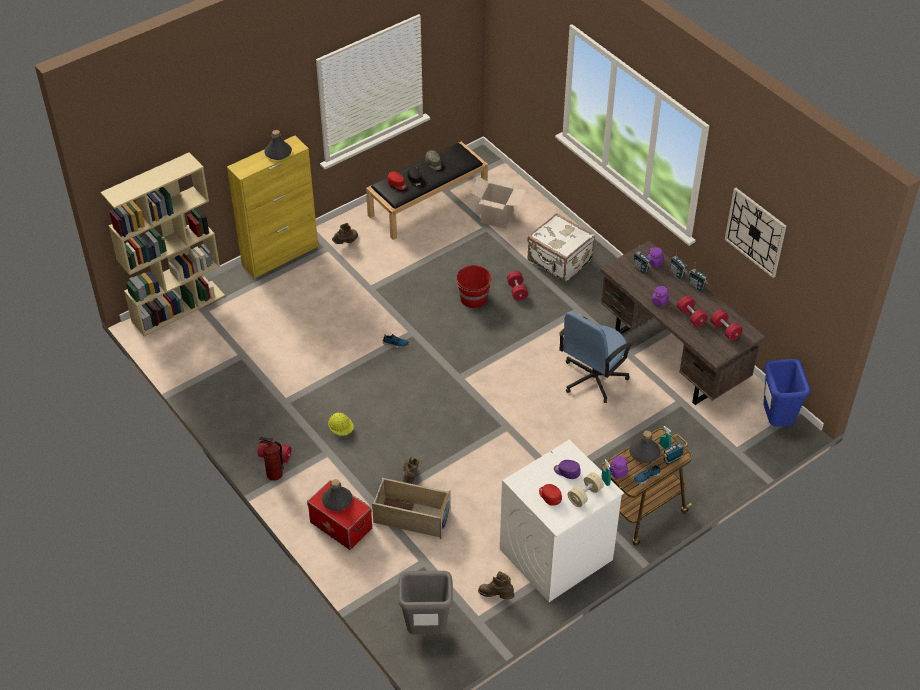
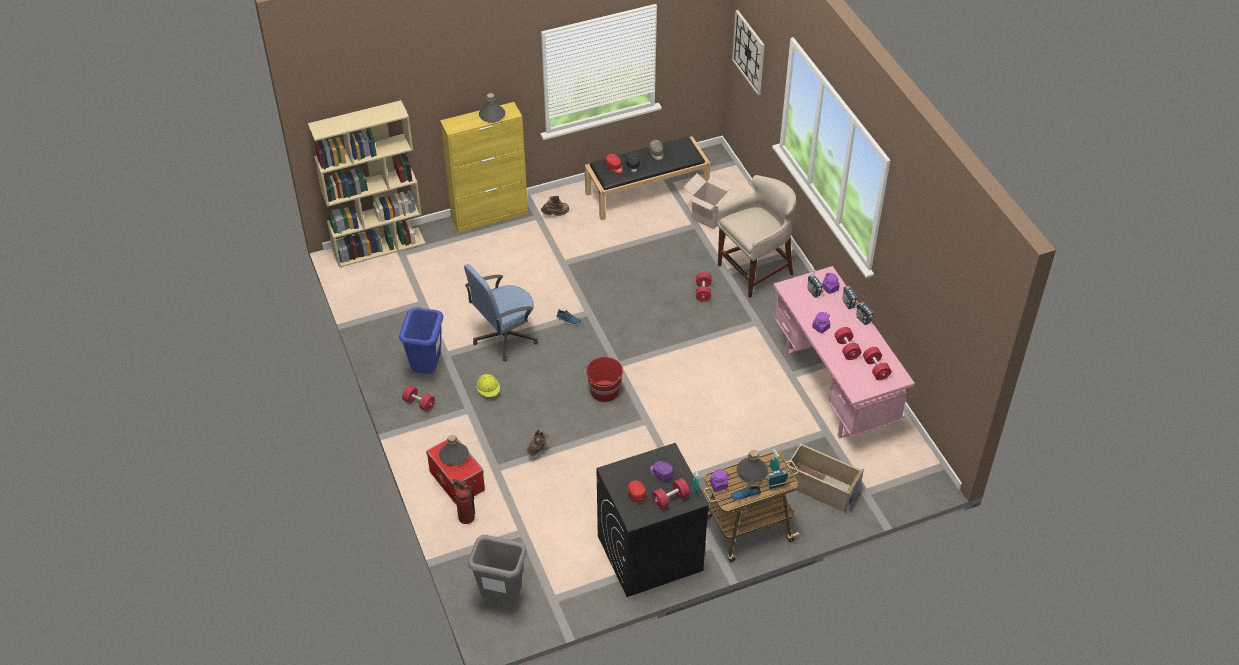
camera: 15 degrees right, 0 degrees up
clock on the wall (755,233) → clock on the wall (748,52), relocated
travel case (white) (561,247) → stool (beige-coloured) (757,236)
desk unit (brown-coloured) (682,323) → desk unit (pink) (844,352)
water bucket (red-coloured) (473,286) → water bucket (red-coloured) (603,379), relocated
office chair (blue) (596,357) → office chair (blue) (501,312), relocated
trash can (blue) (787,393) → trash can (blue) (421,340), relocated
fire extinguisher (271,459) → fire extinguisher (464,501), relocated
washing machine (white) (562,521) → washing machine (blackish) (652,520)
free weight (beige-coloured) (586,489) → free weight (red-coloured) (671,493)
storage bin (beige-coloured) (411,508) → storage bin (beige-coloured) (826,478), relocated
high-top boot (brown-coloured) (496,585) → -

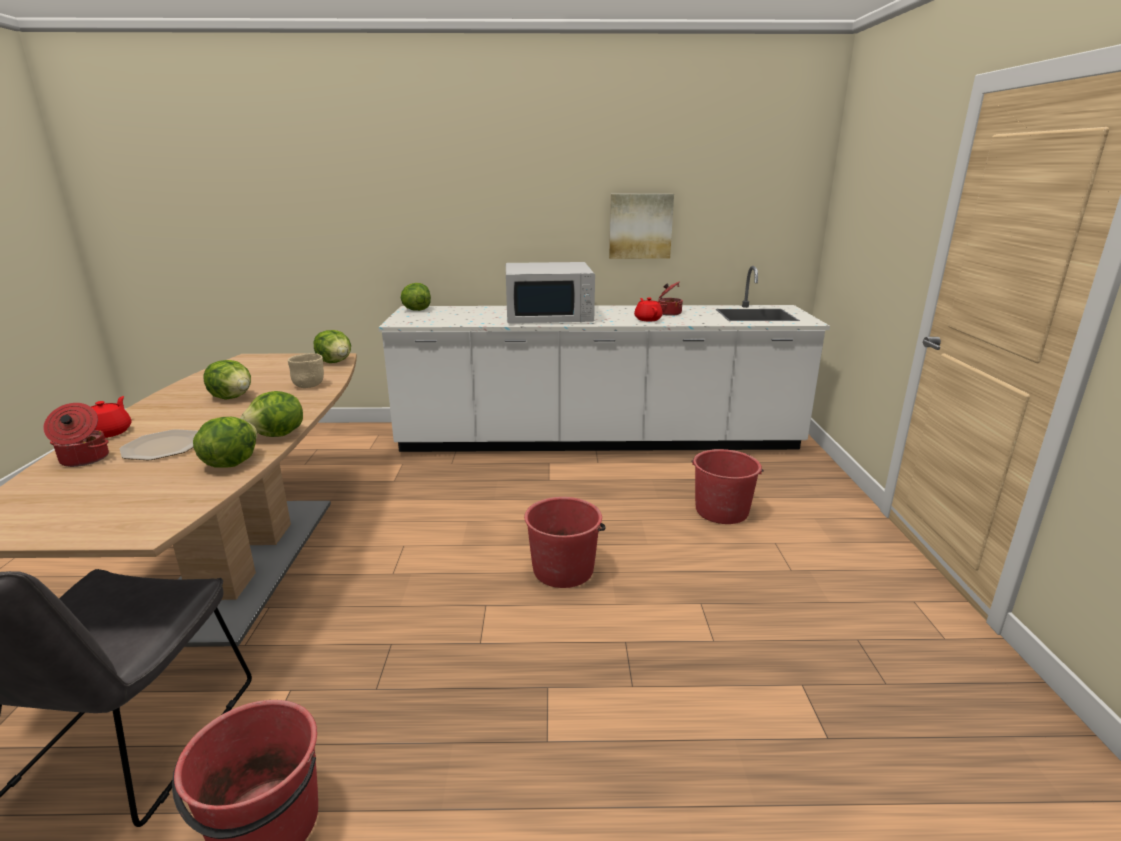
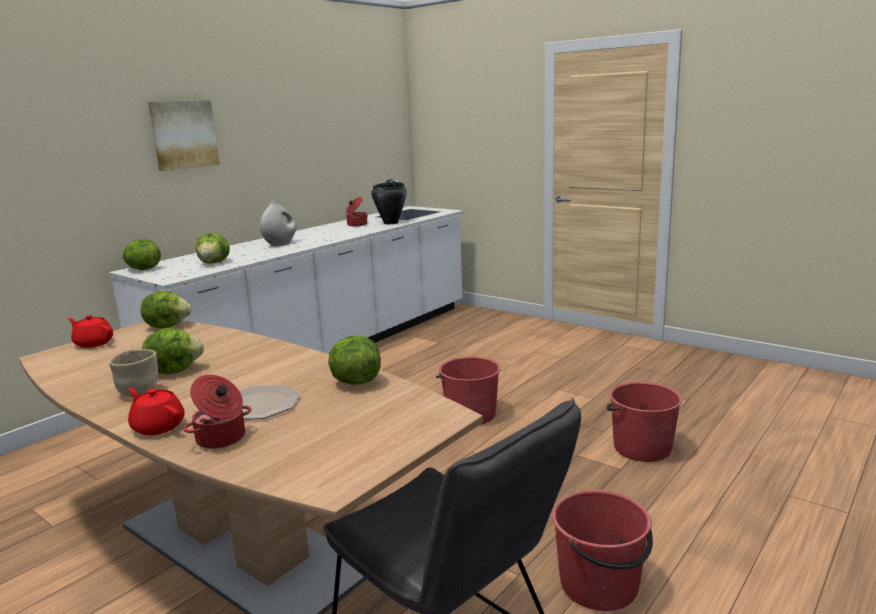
camera: 50 degrees left, 5 degrees down
picture (641,226) → picture (184,135), relocated
microwave oven (white) (550,292) → decorative vase (white) (278,223)
tea pot (red-coloured) (648,310) → tea pot (red-coloured) (90,331), relocated
serving bowl (beige-coloured) (306,370) → serving bowl (beige-coloured) (133,373), relocated
lettuce (271,414) → lettuce (213,248), relocated
water bucket (red-coloured) (728,486) → water bucket (red-coloured) (645,422), relocated
- → stockpot (blackish) (389,203)

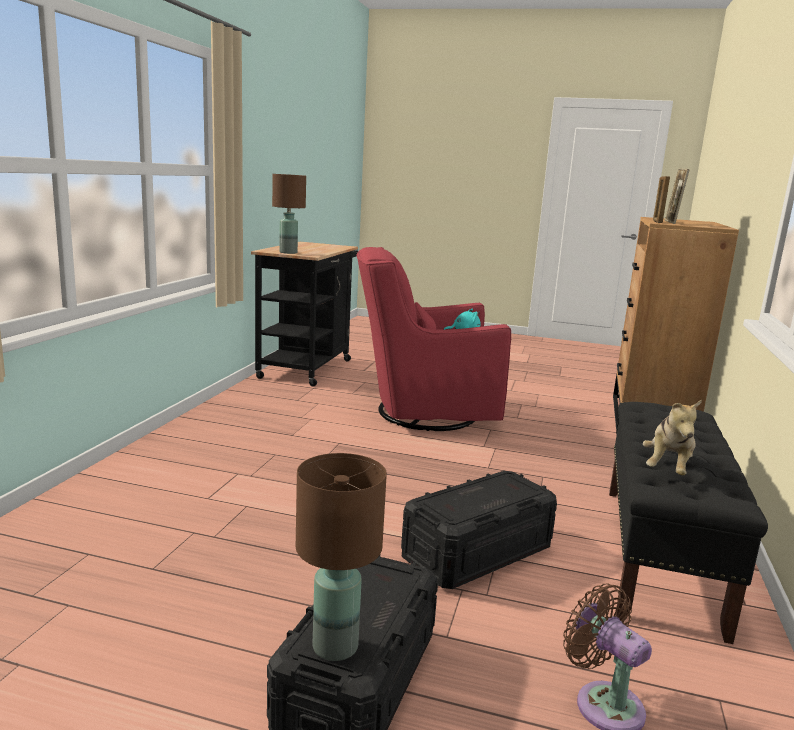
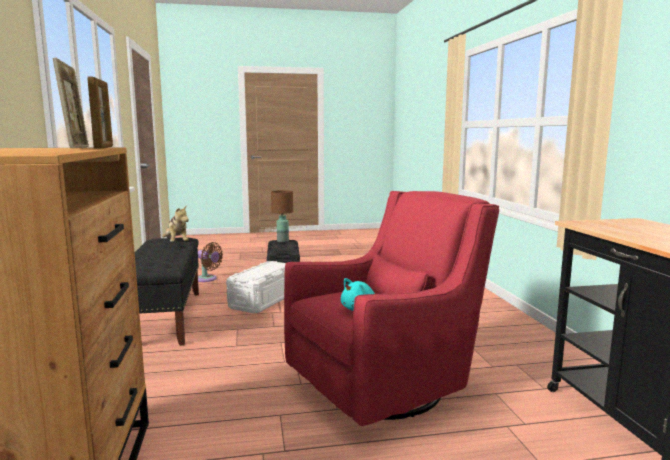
camera: 155 degrees right, 5 degrees down
table lamp (brown-coloured) (289,214) → -
soft toy (672,437) → soft toy (175,224), 150 degrees clockwise
storage bin (blackish) (479,530) → storage bin (white) (256,287)

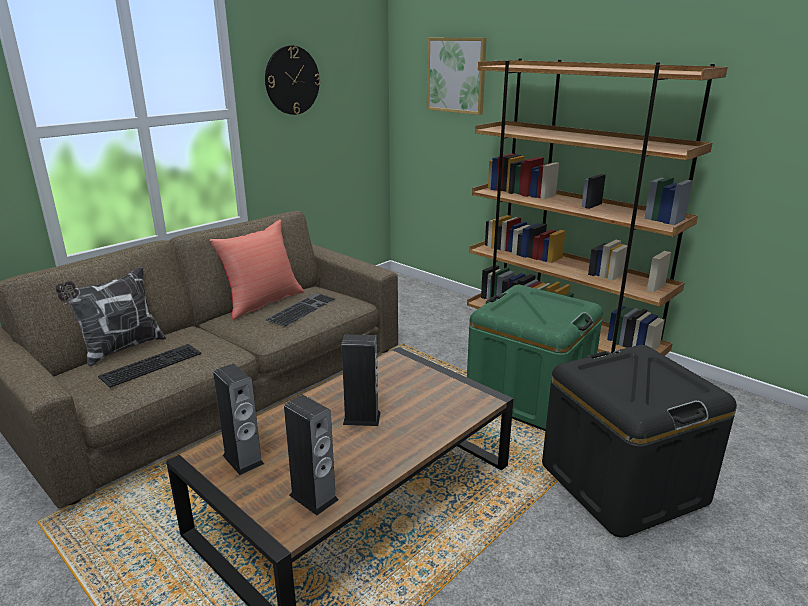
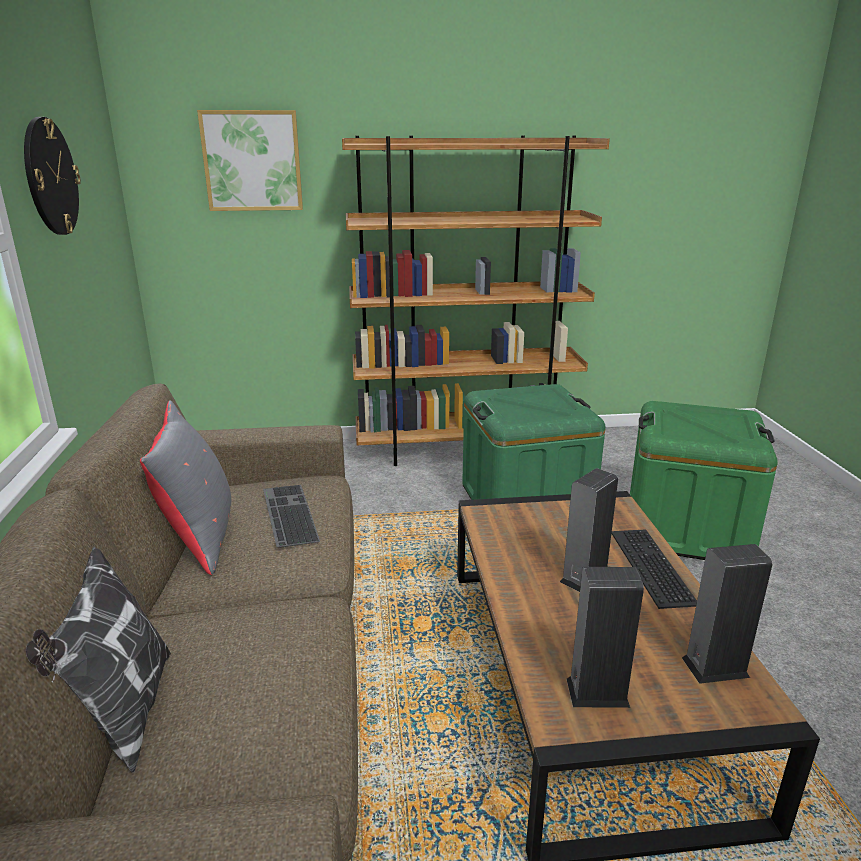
camera: 50 degrees left, 0 degrees up
pillow (red-coloured) (256,270) → pillow (grey) (185,487)
computer keyboard (149,366) → computer keyboard (654,569), relocated
storage bin (blackish) (639,441) → storage bin (green) (704,480)

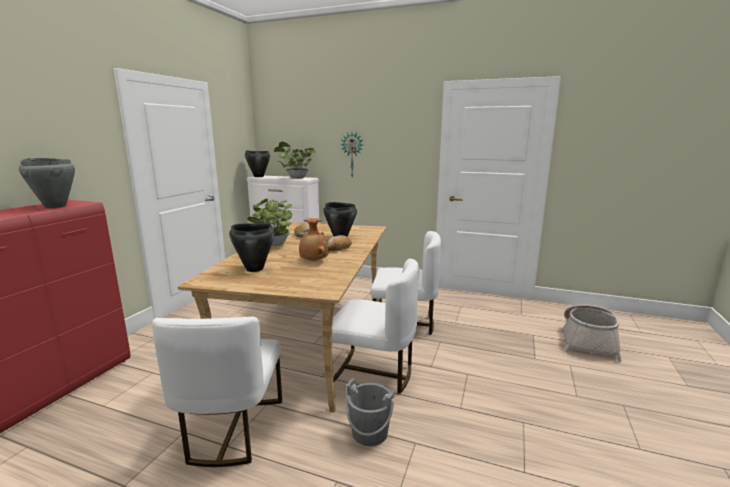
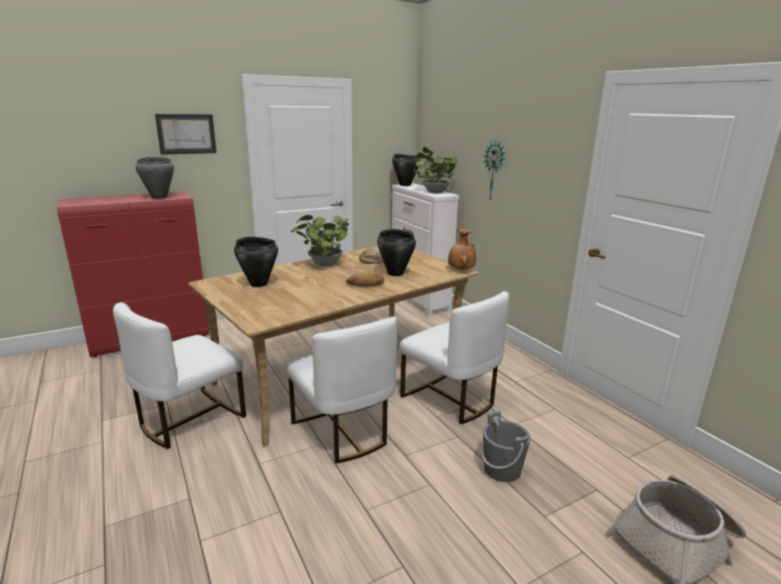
camera: 40 degrees right, 5 degrees up
decorative vase (brown-coloured) (314,239) → decorative vase (brown-coloured) (462,249), relocated
water bucket (grey) (370,412) → water bucket (grey) (506,446), relocated
- → picture (185,134)

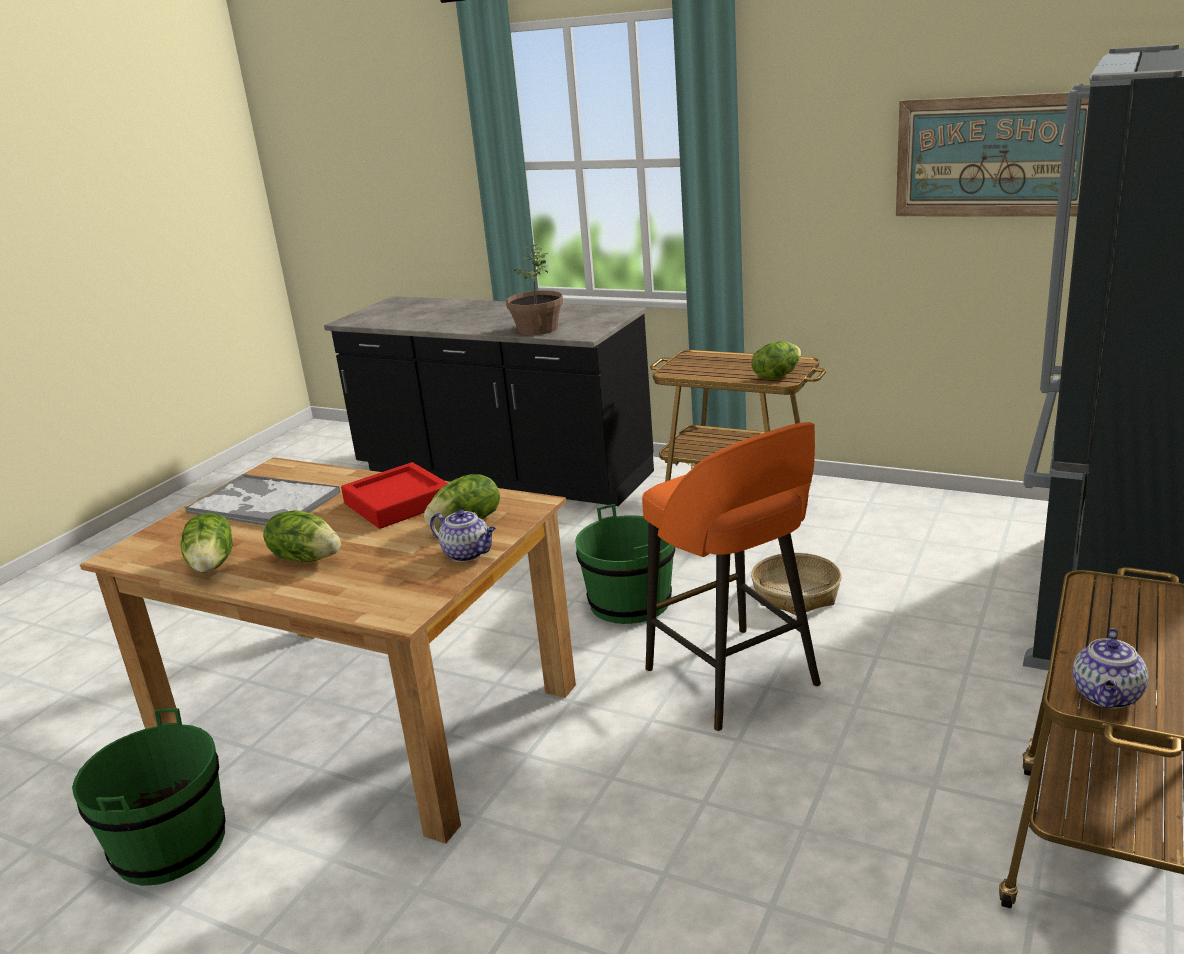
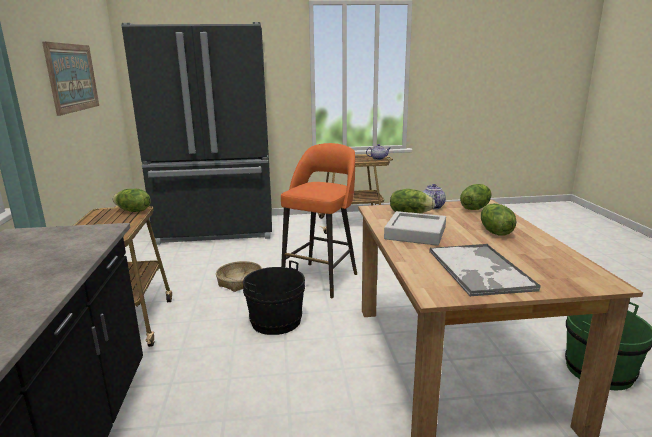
camera: 125 degrees left, 5 degrees down
plant in a pot (534,289) → -
carrying tray (red-coloured) (394,495) → carrying tray (grey) (415,228)
water bucket (green) (625,564) → water bucket (blackish) (274,297)
lettuce (207,543) → lettuce (475,197), relocated

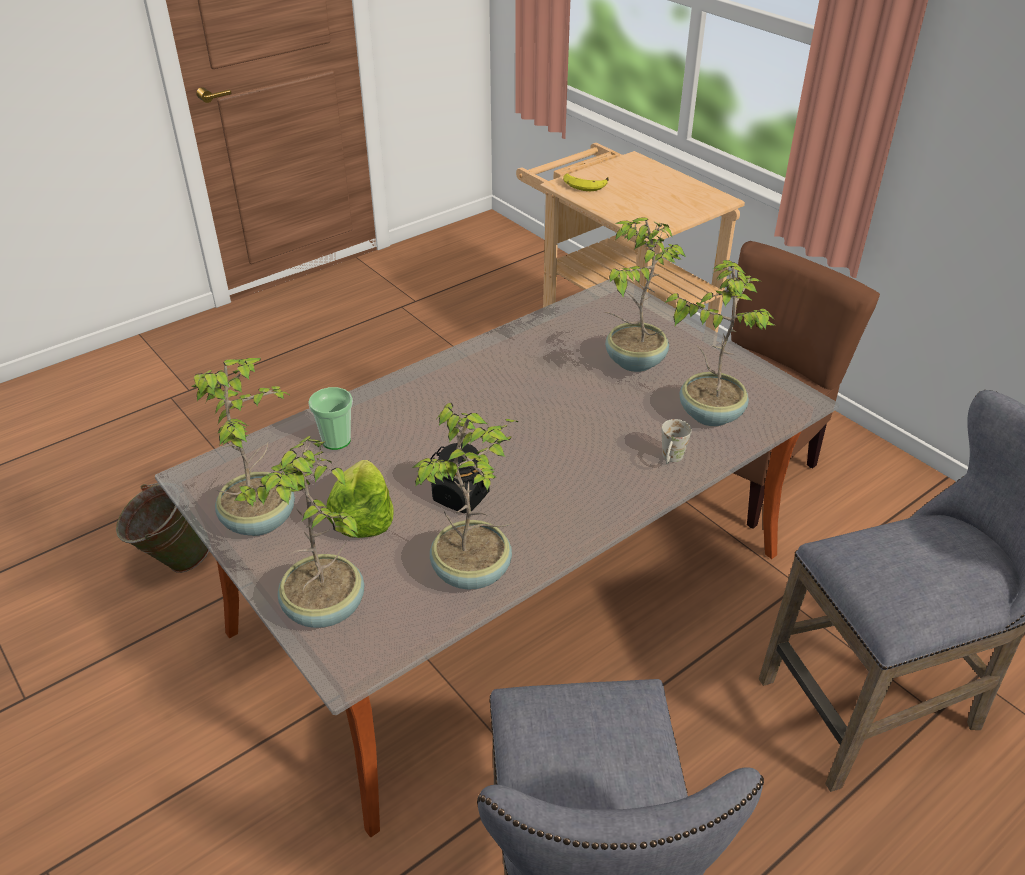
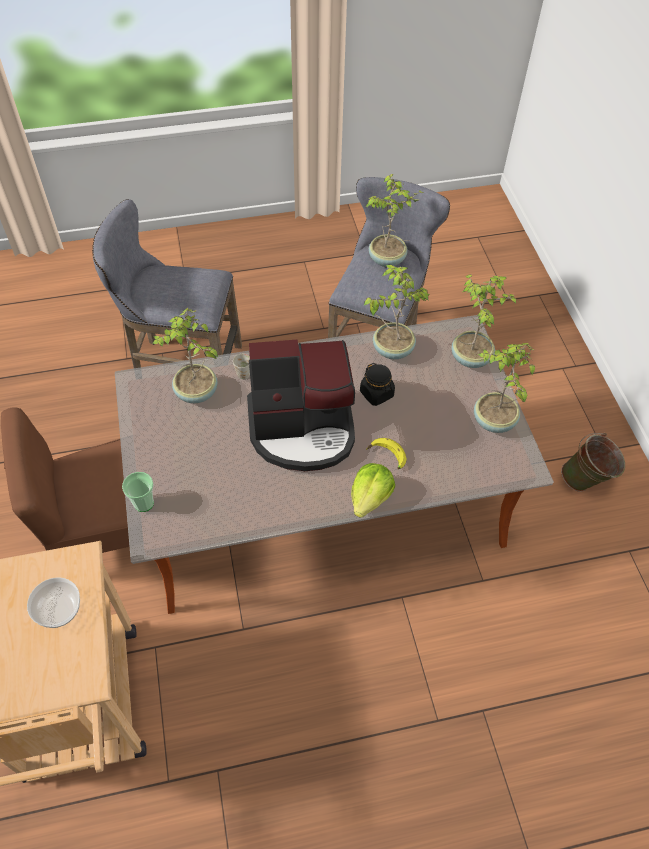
camera: 155 degrees left, 15 degrees up
banana fruit (586,182) → banana fruit (386,453), relocated
plant in a pot (645,294) → plant in a pot (395,220), relocated
cup (330,418) → cup (138,492), relocated
lettuce (359,499) → lettuce (373,490), relocated
water bucket (green) (162,528) → water bucket (green) (593,462), relocated
- → coffee maker (301,405)
- → serving bowl (53,602)

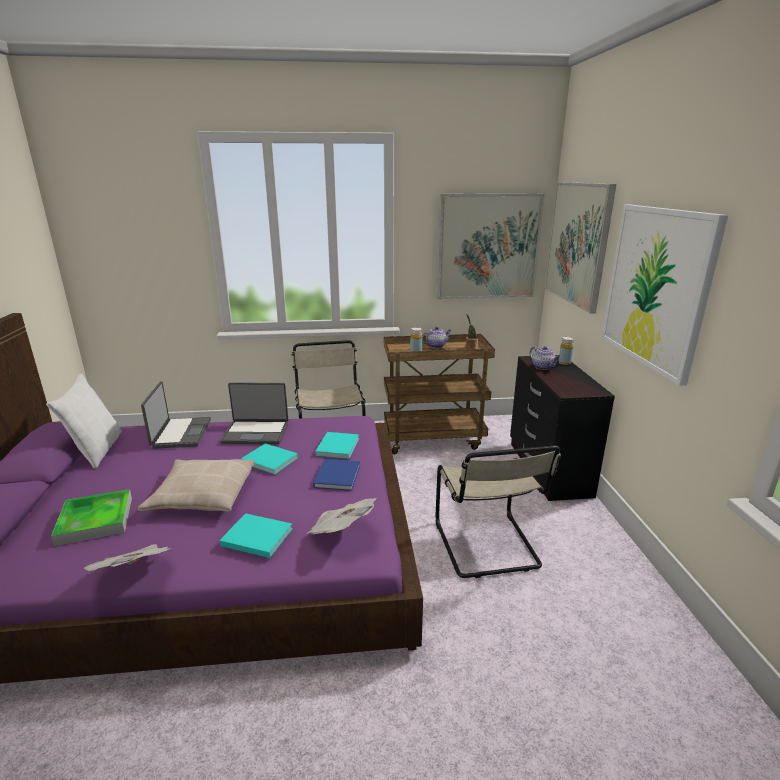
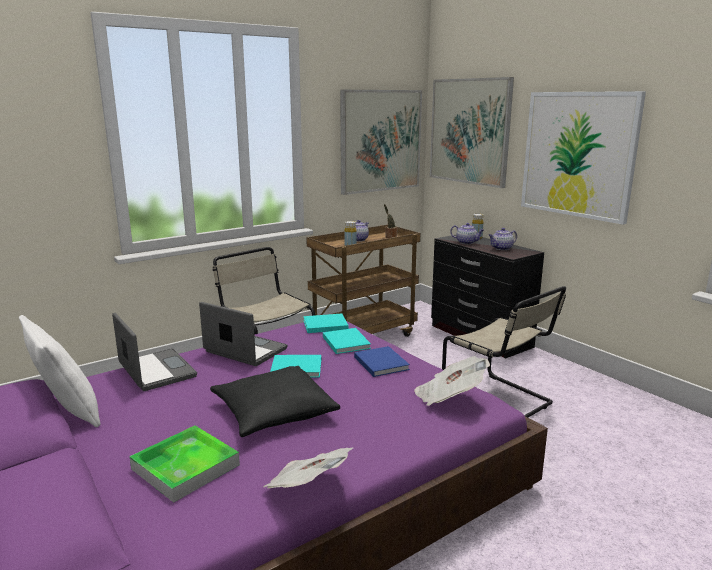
camera: 30 degrees left, 5 degrees down
notebook computer (254,413) → notebook computer (243,334), 120 degrees counterclockwise
pillow (beige-coloured) (196,485) → pillow (blackish) (275,401)
volume (turquoise-coloured) (256,535) → volume (turquoise-coloured) (325,323), relocated
- → tea pot (503,239)

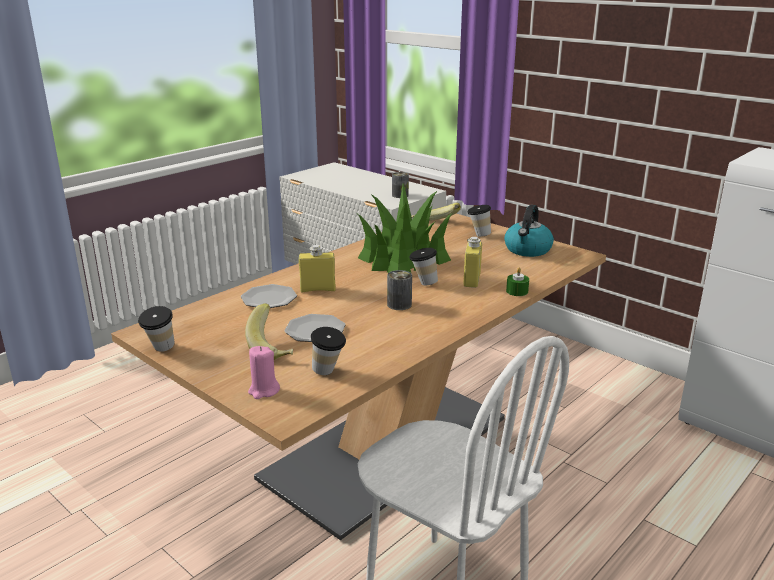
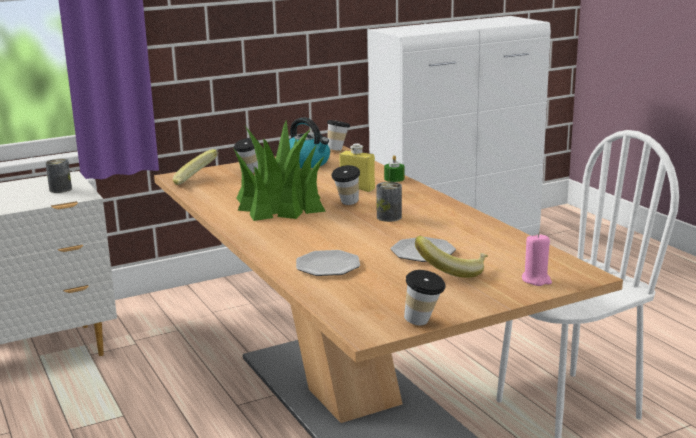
camera: 70 degrees left, 5 degrees down
drink bottle (yellow) (317,268) → -
cup (328,351) → cup (338,135), relocated

